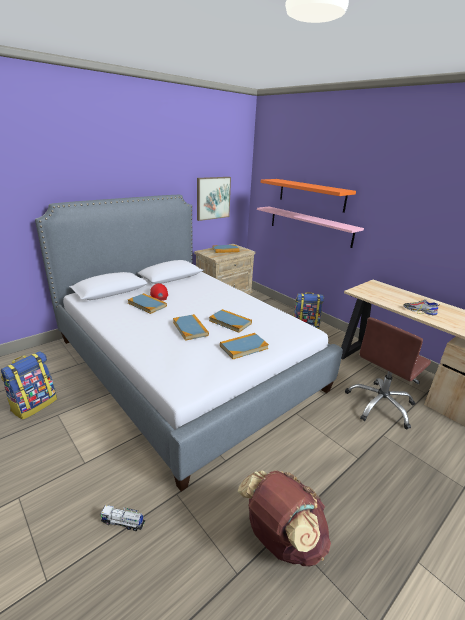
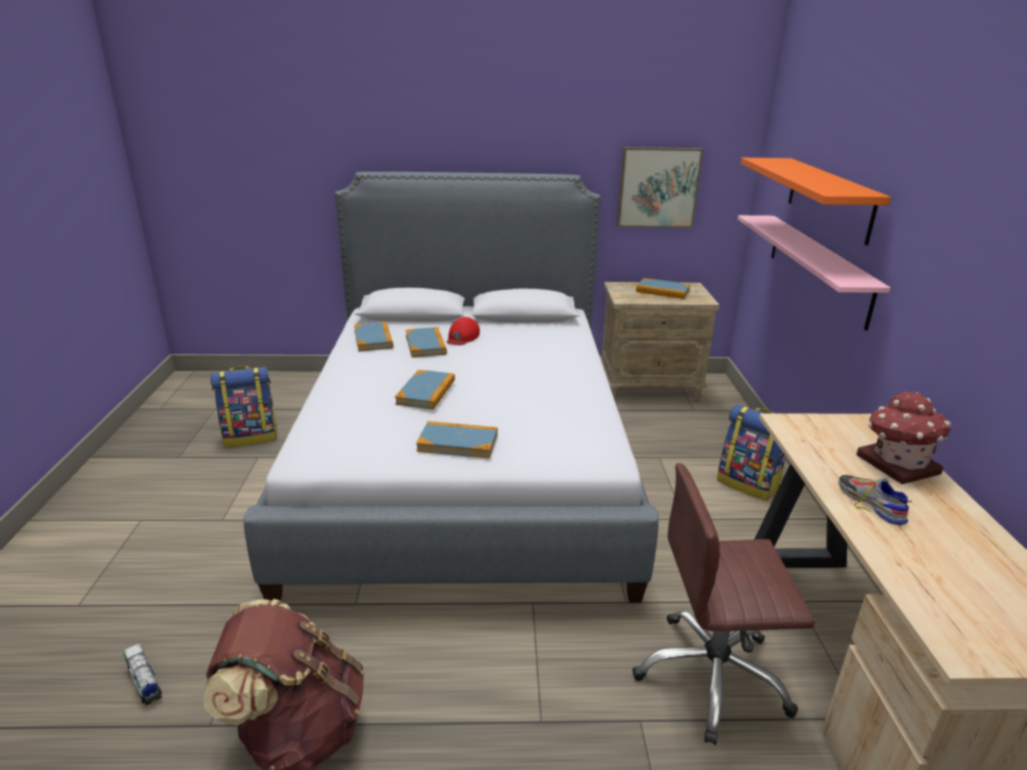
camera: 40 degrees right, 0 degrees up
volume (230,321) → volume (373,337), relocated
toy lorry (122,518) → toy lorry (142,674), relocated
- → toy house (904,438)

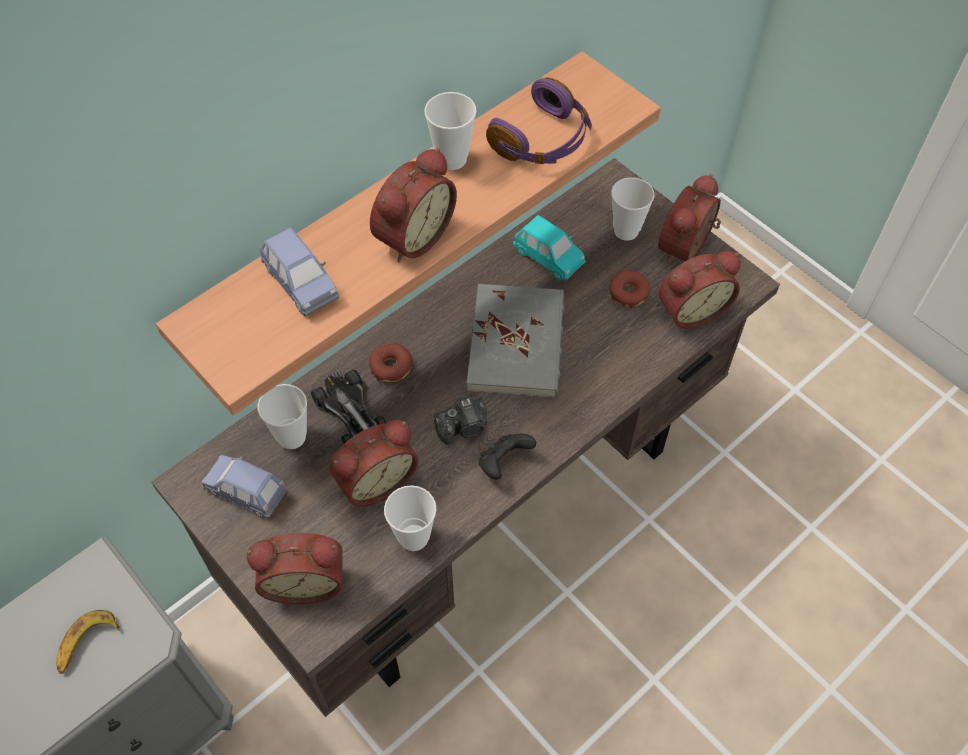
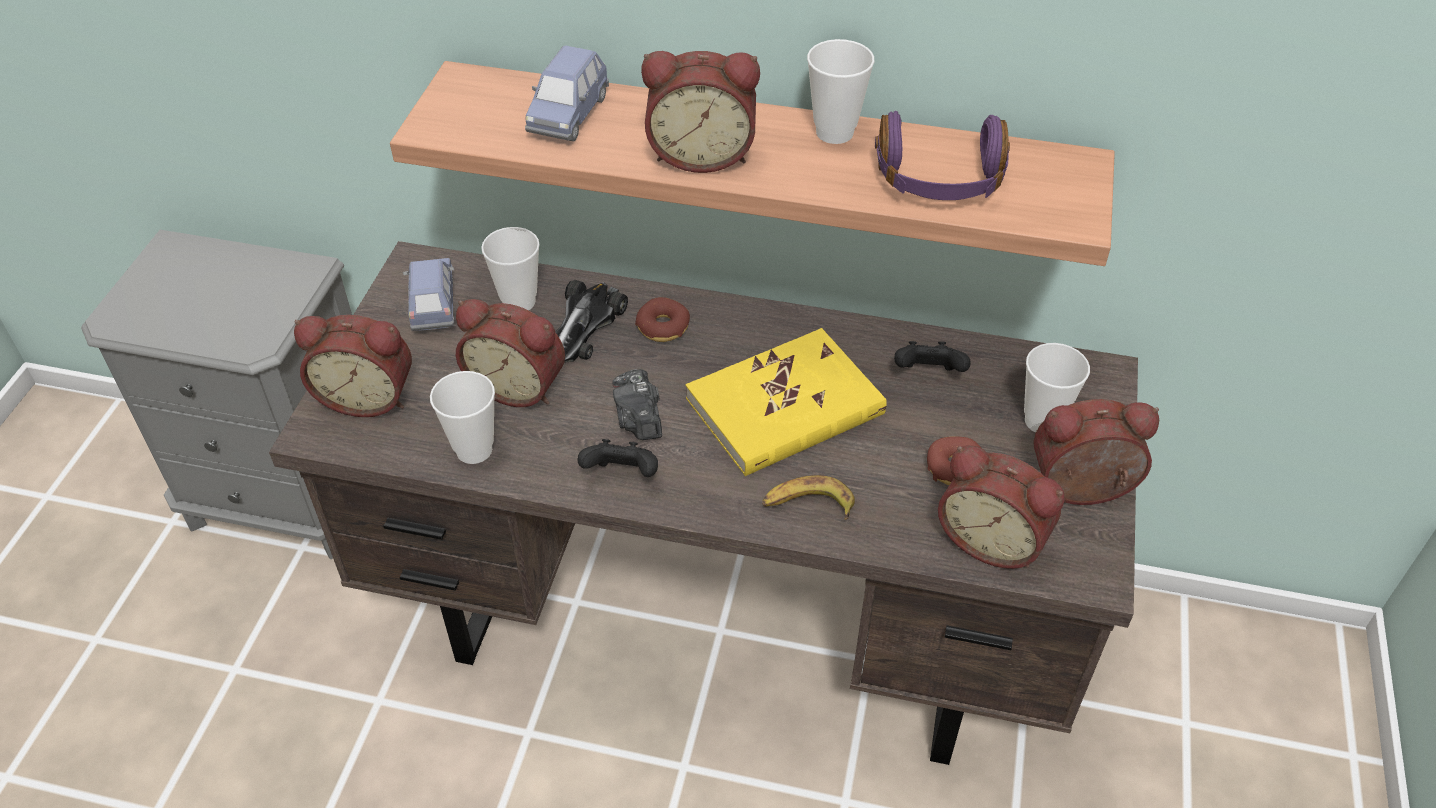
camera: 55 degrees right, 10 degrees down
model car (turquoise-coloured) (549,248) → joypad (blackish) (932,356)
volume (grey) (515,341) → volume (yellow) (786,402)
photo camera (460,420) → photo camera (637,404), 45 degrees clockwise
bedside clock (295,568) → bedside clock (353,366), 45 degrees counterclockwise
banana fruit (88,642) → banana fruit (808,497), relocated

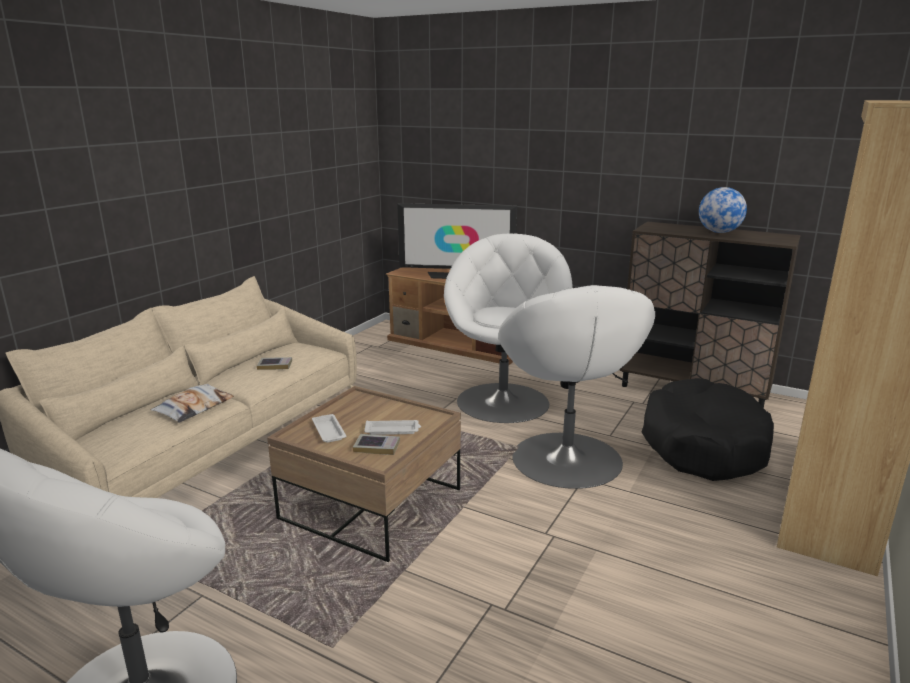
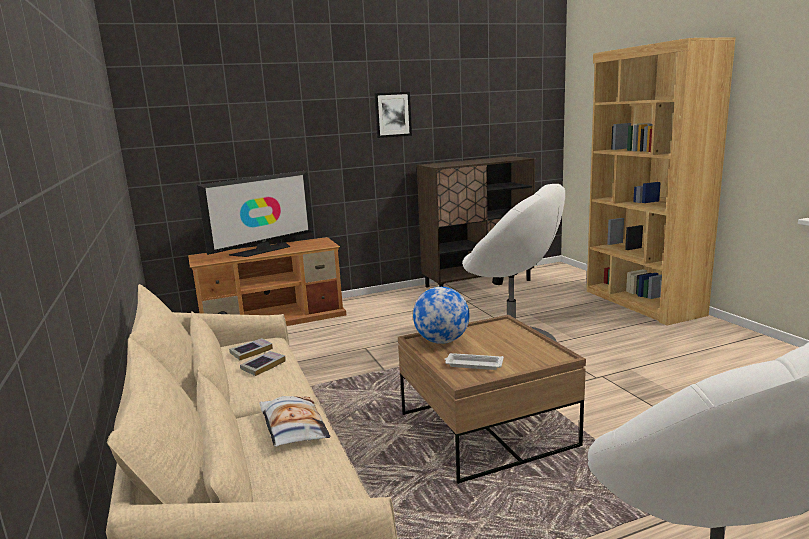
camera: 50 degrees left, 5 degrees down
desk globe (723,210) → desk globe (441,315), relocated
lounge chair (white) (508,328) → -
dog bed (blackish) (708,429) → -
carrying tray (white) (392,427) → -
volume (376,444) → volume (251,349), relocated
- → picture (393,115)

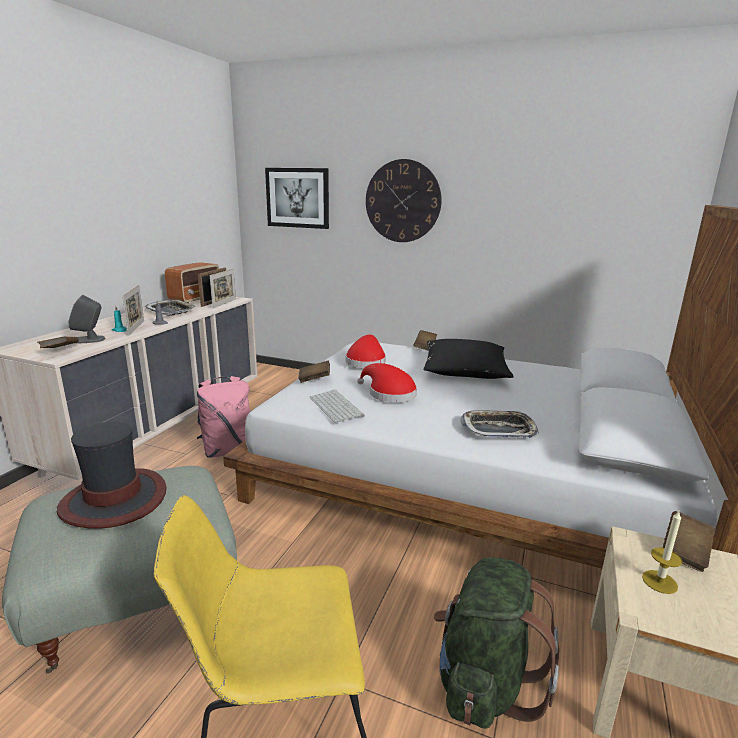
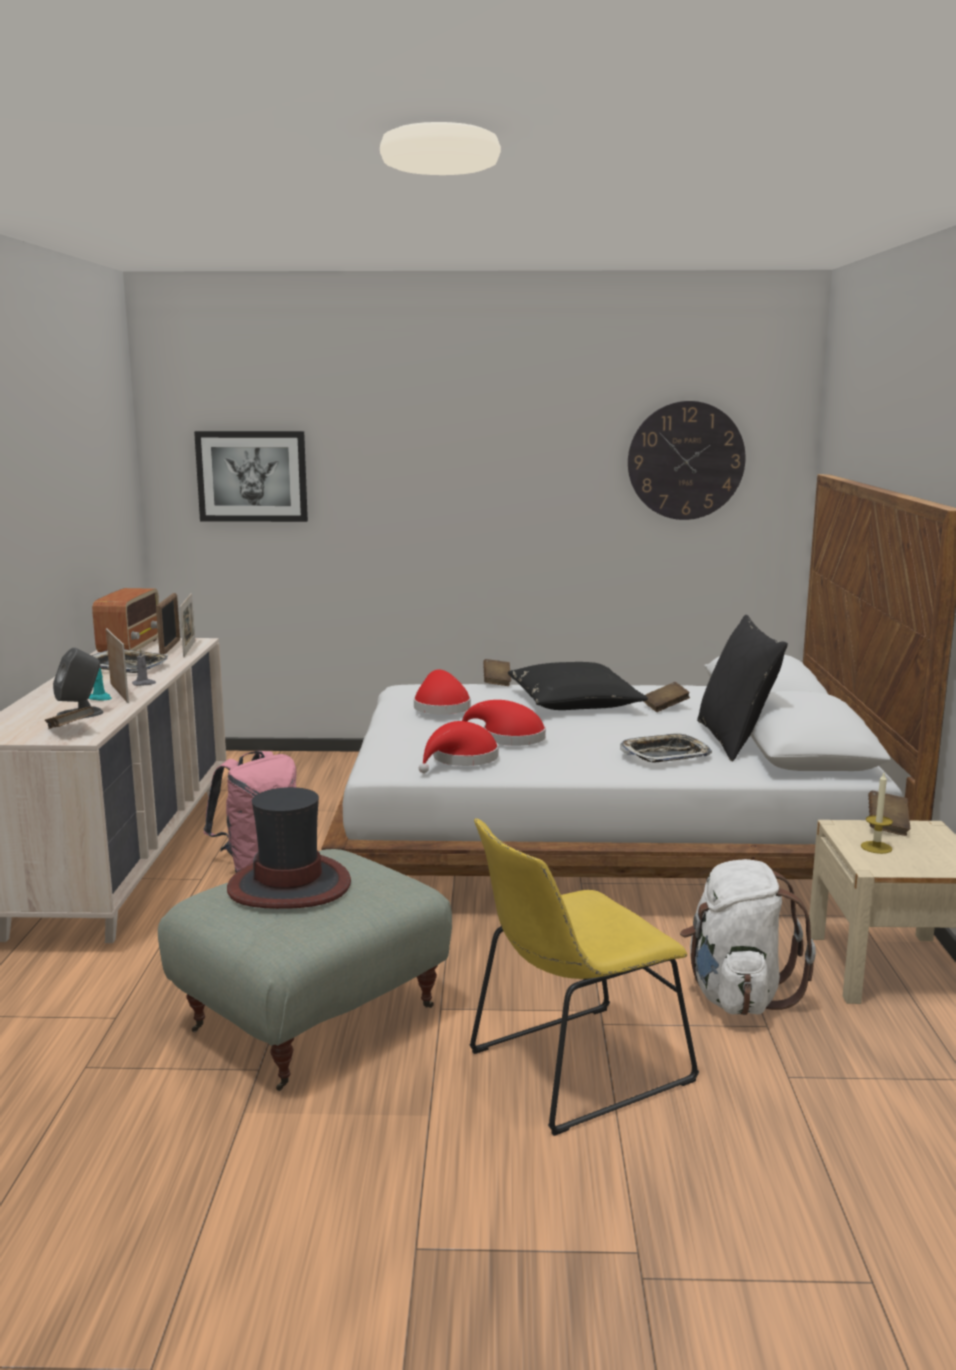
camera: 20 degrees left, 5 degrees down
clock on the wall (404,200) → clock on the wall (687,460), relocated
volume (brown-coloured) (314,372) → volume (brown-coloured) (666,697), relocated
computer keyboard (337,406) → clothing hat (red-coloured) (458,747)
rucksack (green) (496,643) → rucksack (white) (748,937)
- → pillow (blackish) (742,688)

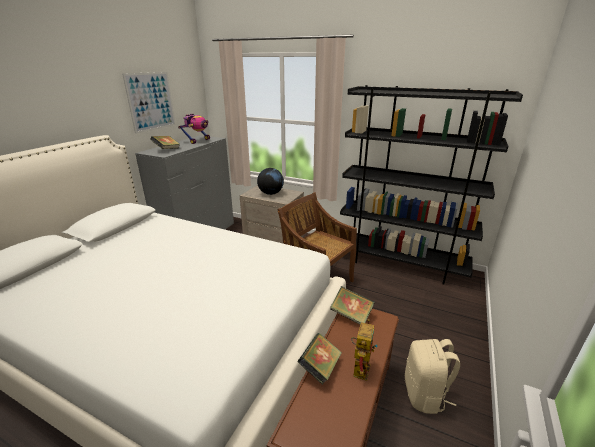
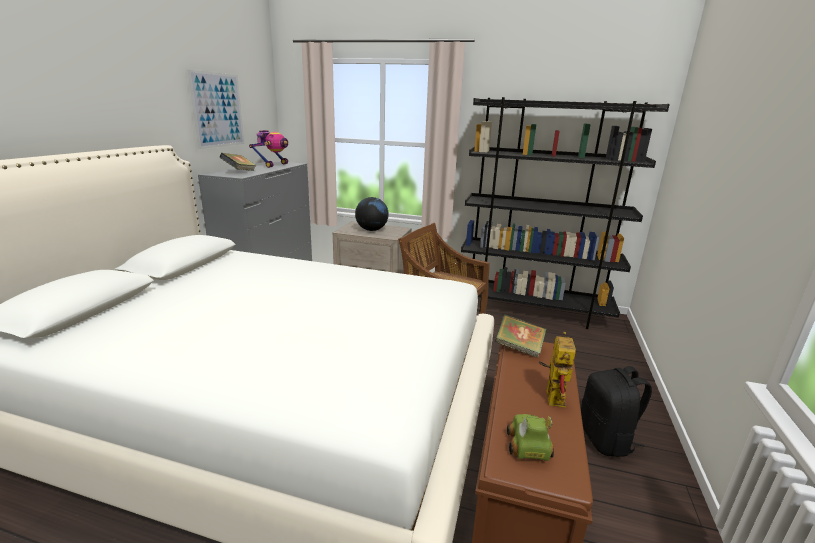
camera: 10 degrees left, 5 degrees down
volume (319,359) → -
rucksack (beige-coloured) (432,376) → rucksack (blackish) (616,411)
- → model car (530,437)

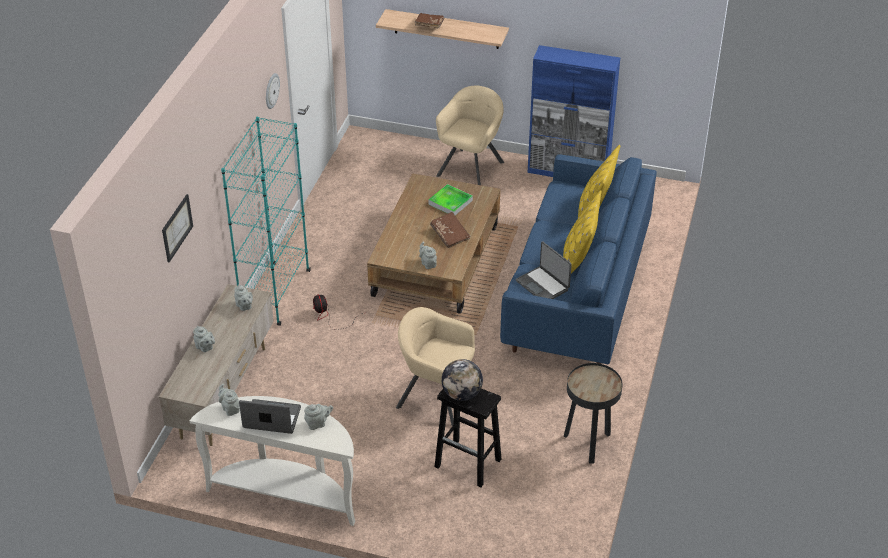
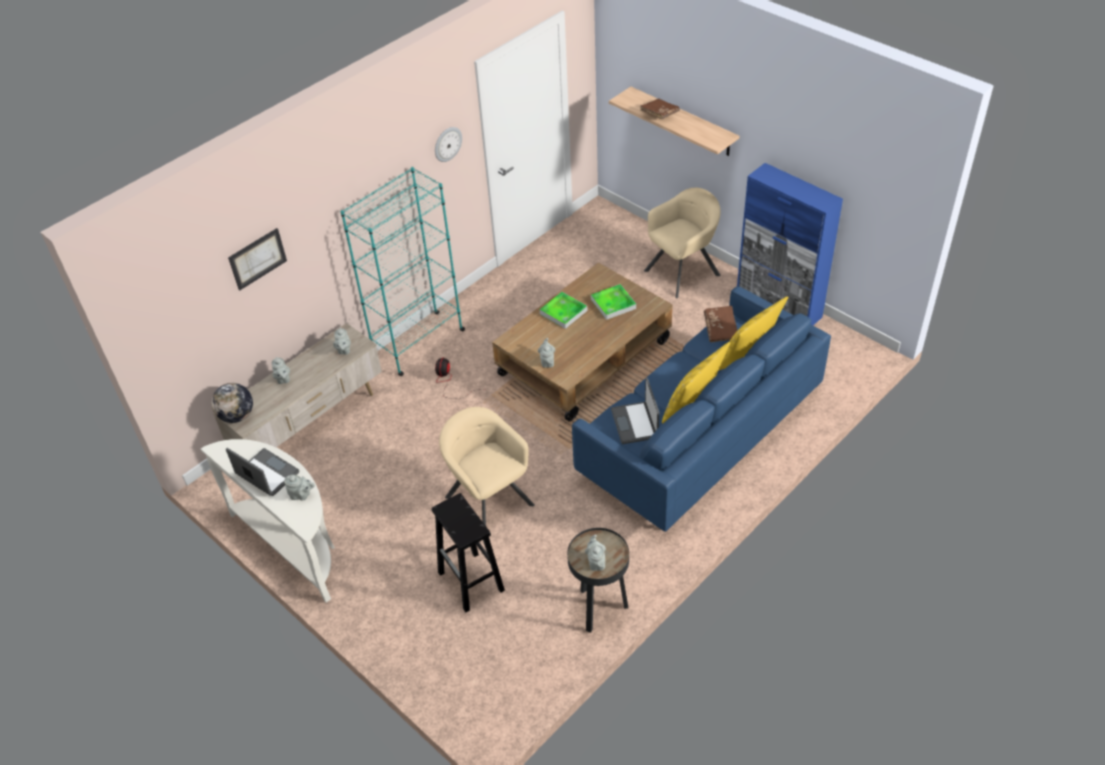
camera: 30 degrees right, 5 degrees up
volume (brown-coloured) (450,230) → volume (brown-coloured) (721,324), relocated
desk globe (462,380) → desk globe (232,403), relocated
tea pot (grey) (229,400) → tea pot (grey) (595,552), relocated
- → carrying tray (563,310)

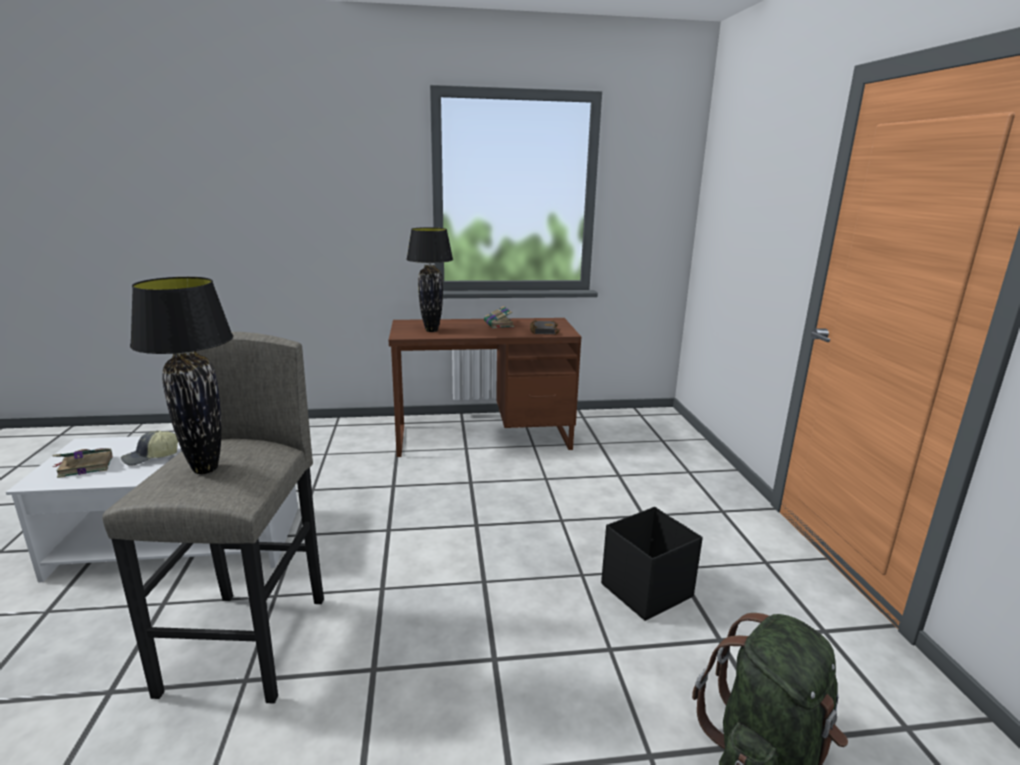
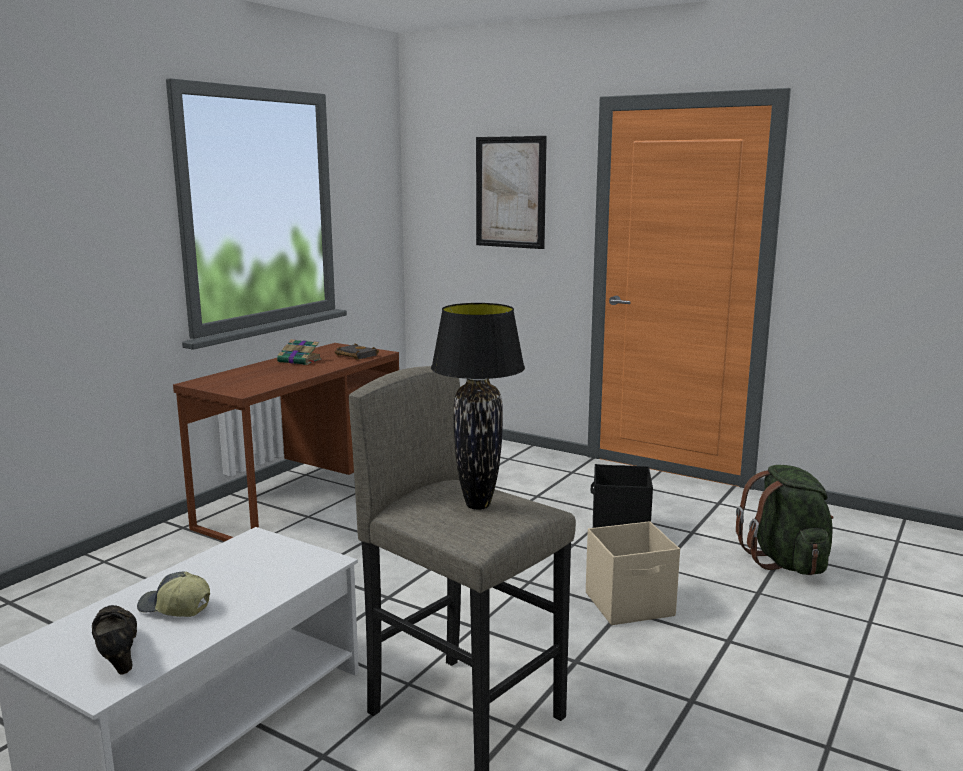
camera: 50 degrees left, 5 degrees down
table lamp (blackish) (429,279) → -
baseball cap (149,448) → baseball cap (173,594), 105 degrees clockwise
volume (83,463) → shoe (blackish) (114,639)
- → picture (511,192)
- → storage bin (beige-coloured) (633,573)

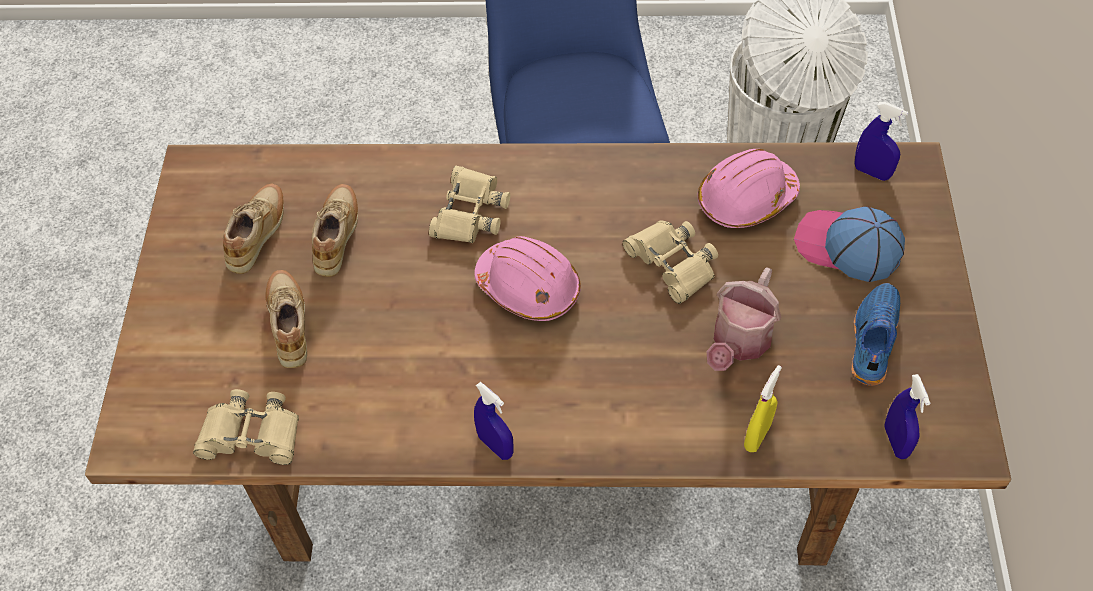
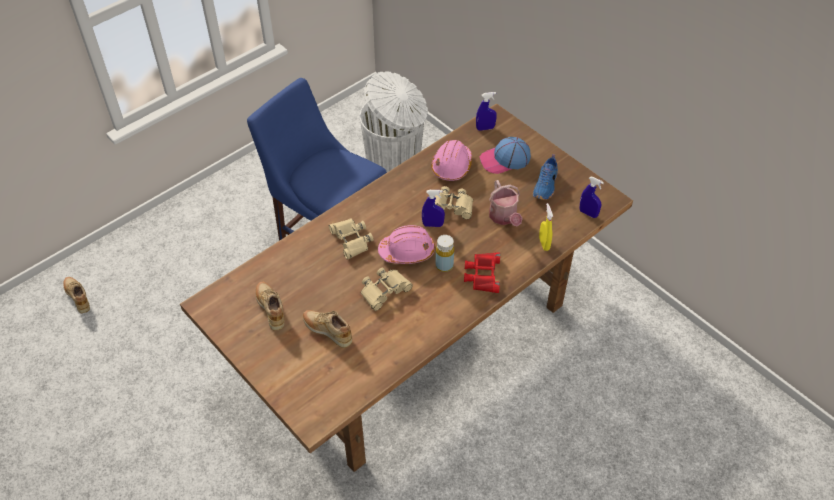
camera: 45 degrees left, 5 degrees down
shoe (beige-coloured) (335,230) → shoe (beige-coloured) (76,295), relocated
shoe (blue) (875,334) → shoe (blue) (545,177), 135 degrees counterclockwise
hand sprayer (blue) (494,421) → hand sprayer (blue) (433,208), relocated
pair of binoculars (beige-coloured) (246,427) → pair of binoculars (beige-coloured) (387,289), relocated
- → drink bottle (yellow) (444,253)
- → pair of binoculars (red-coloured) (482,272)

